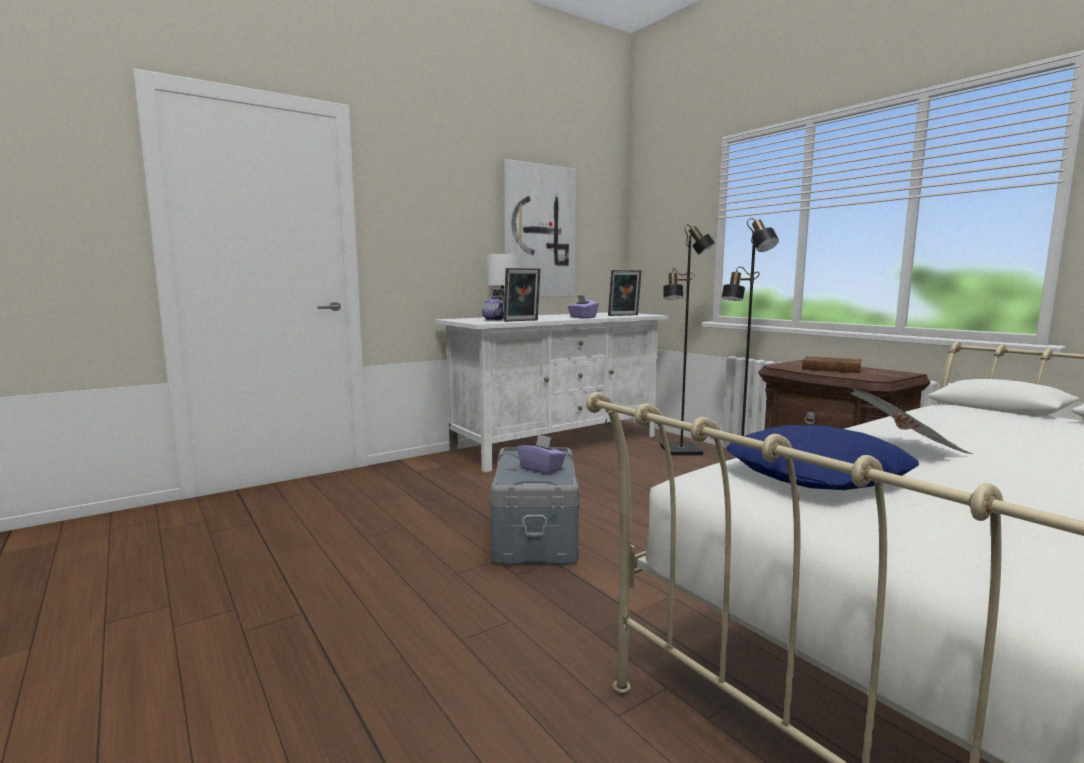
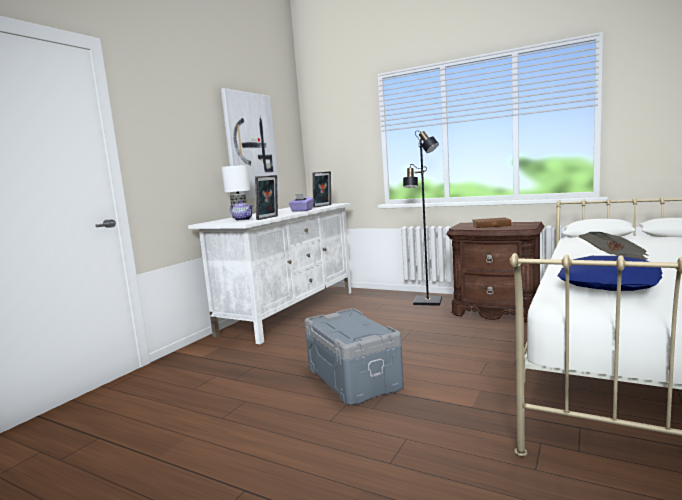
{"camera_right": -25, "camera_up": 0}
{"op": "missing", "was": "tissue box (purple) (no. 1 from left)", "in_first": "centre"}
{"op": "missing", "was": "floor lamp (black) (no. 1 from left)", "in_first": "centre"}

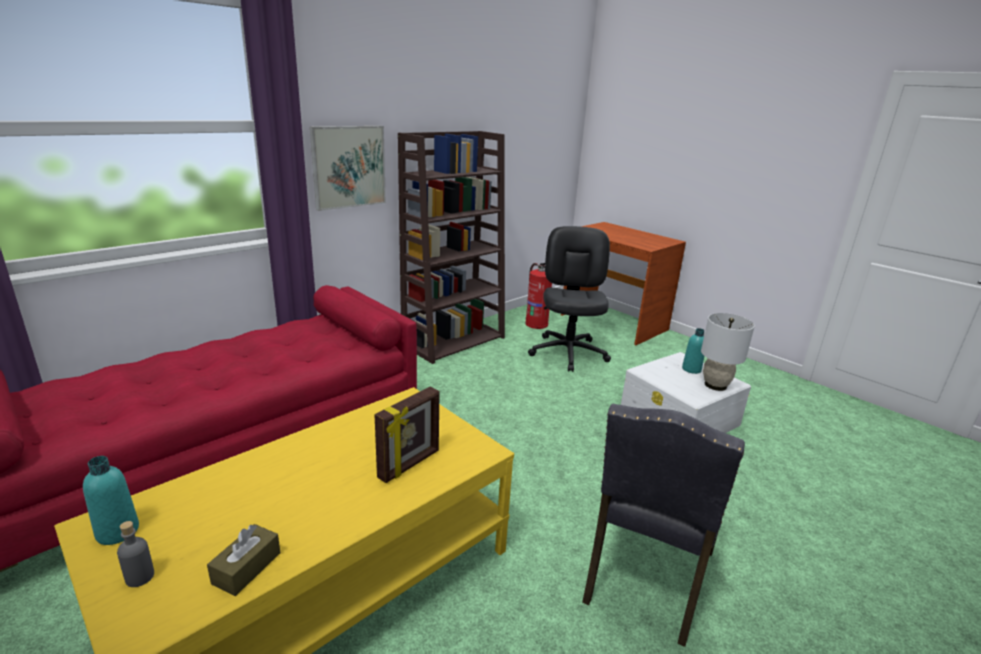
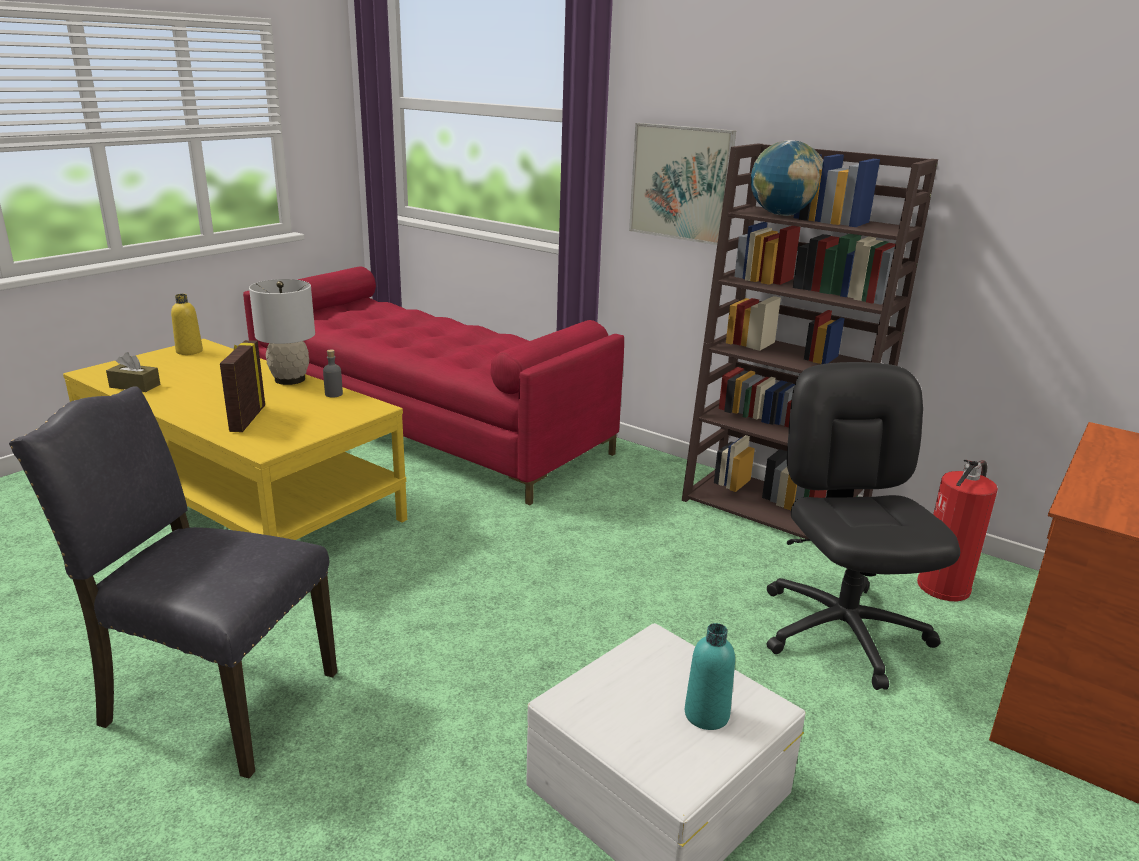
{"camera_right": 80, "camera_up": 0}
{"op": "colour", "was": "bottle (turquoise) (no. 1 from left)", "now": "bottle (yellow)", "in_first": "bottom left", "in_second": "middle left"}
{"op": "spun", "was": "picture frame", "in_first": "centre", "in_second": "middle left", "clockwise": 60}
{"op": "relocated", "was": "table lamp (white)", "in_first": "middle right", "in_second": "middle left"}
{"op": "relocated", "was": "bottle (grey)", "in_first": "bottom left", "in_second": "middle left"}
{"op": "appeared", "now": "globe", "in_second": "top right"}
{"op": "spun", "was": "office chair (black)", "in_first": "centre", "in_second": "middle right", "clockwise": -90}

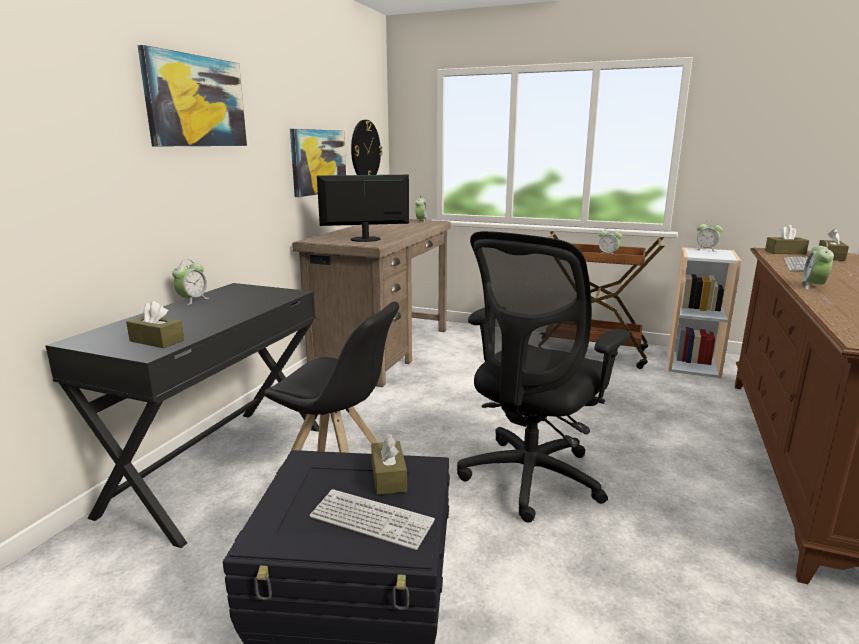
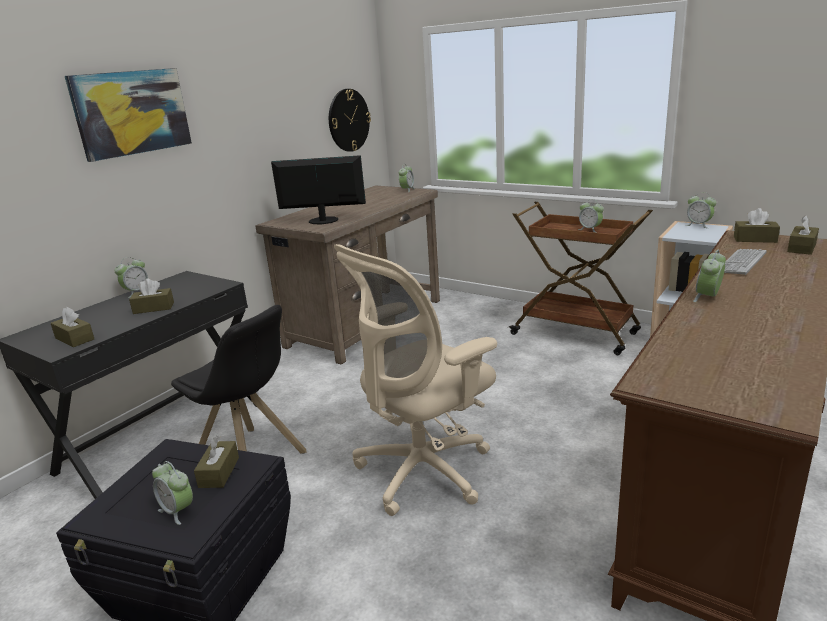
{"camera_right": 15, "camera_up": 5}
{"op": "appeared", "now": "tissue box (brown) (no. 2 from left)", "in_second": "middle left"}
{"op": "exchanged", "was": "keyboard (no. 1 from left)", "now": "alarm clock (no. 2 from left)", "in_first": "bottom centre", "in_second": "bottom left"}
{"op": "colour", "was": "office chair (black)", "now": "office chair (beige)", "in_first": "centre", "in_second": "centre"}
{"op": "missing", "was": "picture (no. 2 from left)", "in_first": "top centre"}

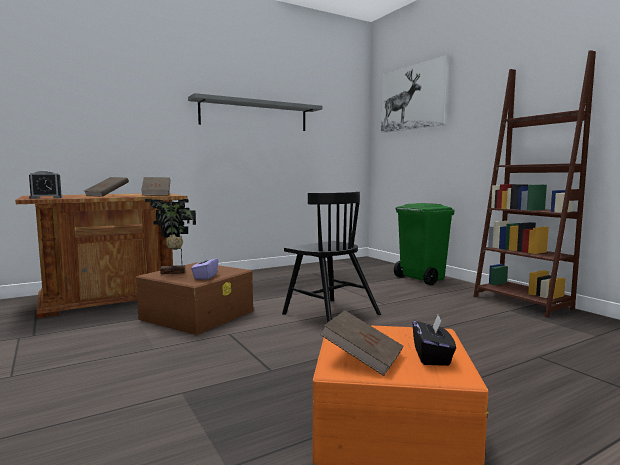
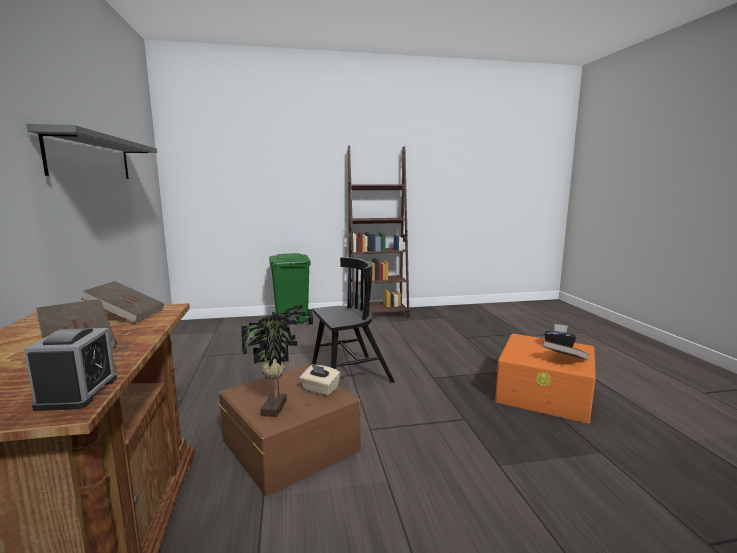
{"camera_right": -70, "camera_up": 5}
{"op": "colour", "was": "tissue box (purple)", "now": "tissue box (beige)", "in_first": "middle left", "in_second": "bottom centre"}
{"op": "missing", "was": "picture", "in_first": "top right"}

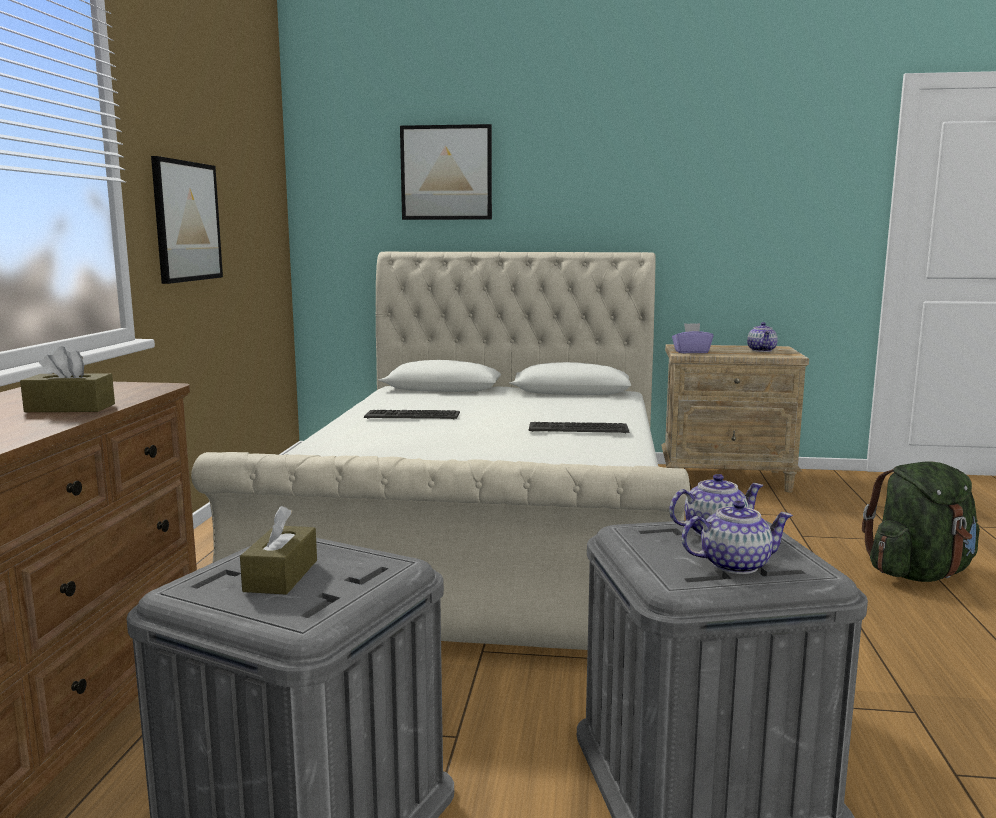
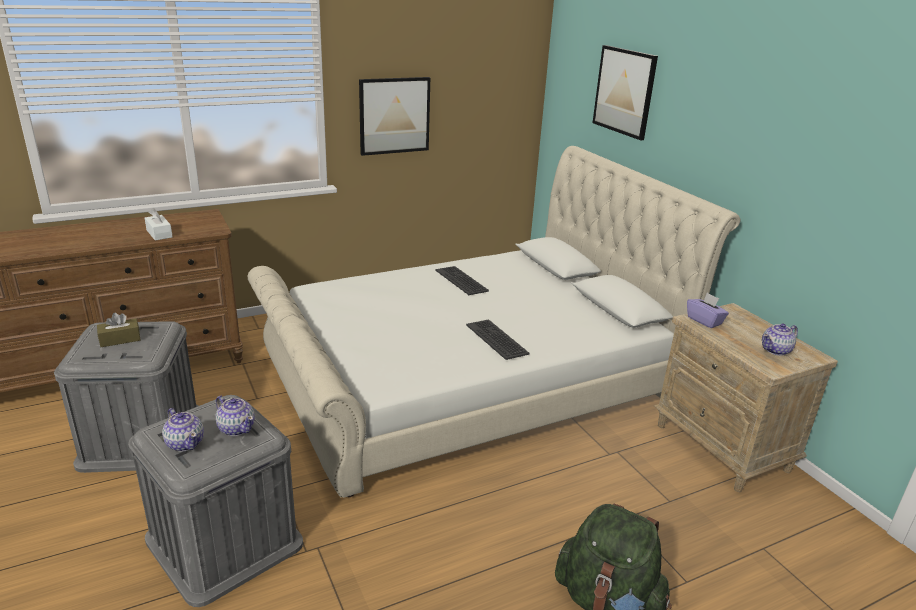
{"camera_right": 55, "camera_up": 15}
{"op": "colour", "was": "tissue box (brown) (no. 1 from left)", "now": "tissue box (white)", "in_first": "middle left", "in_second": "middle left"}

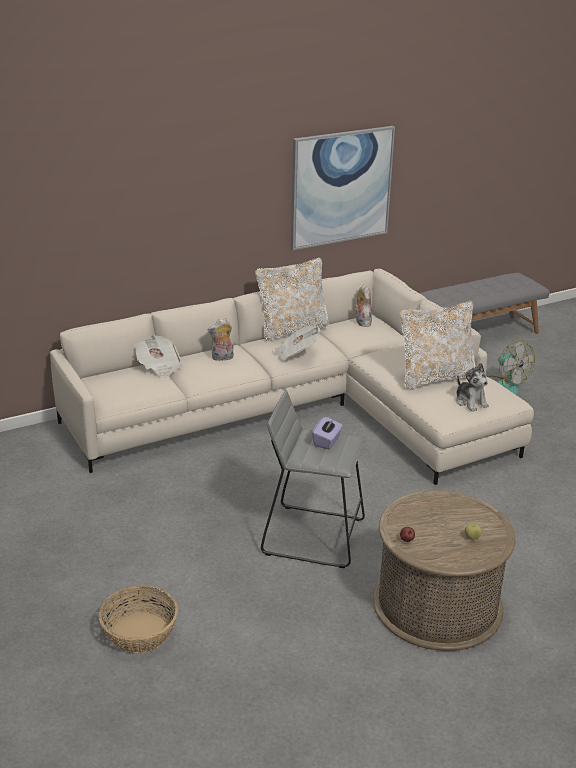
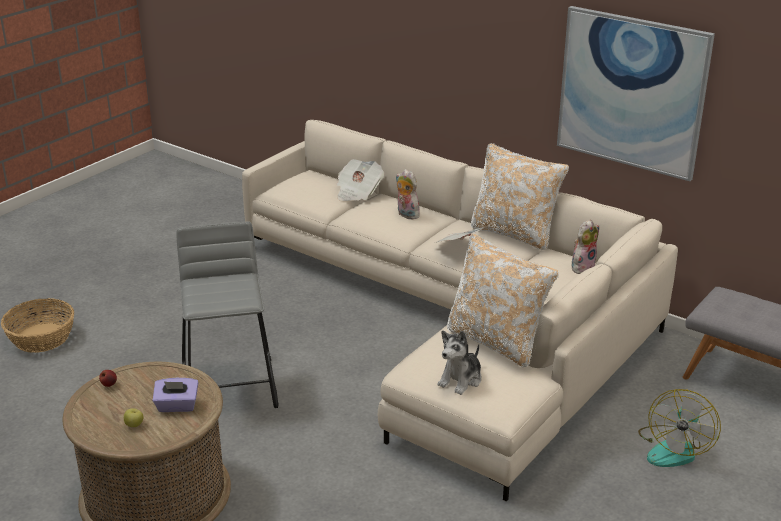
{"camera_right": 65, "camera_up": 0}
{"op": "relocated", "was": "tissue box (purple)", "in_first": "centre", "in_second": "bottom left"}

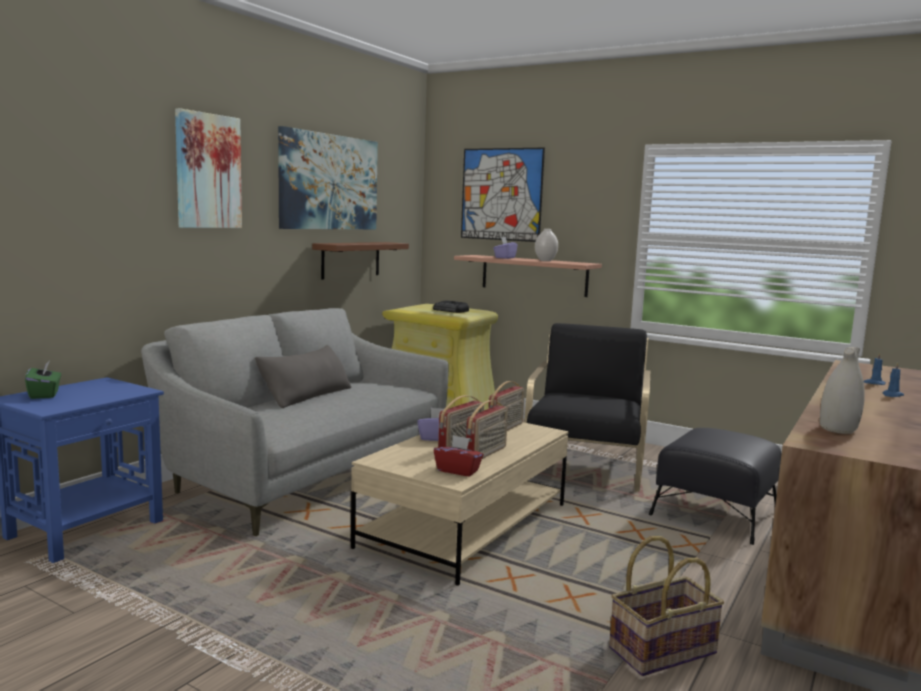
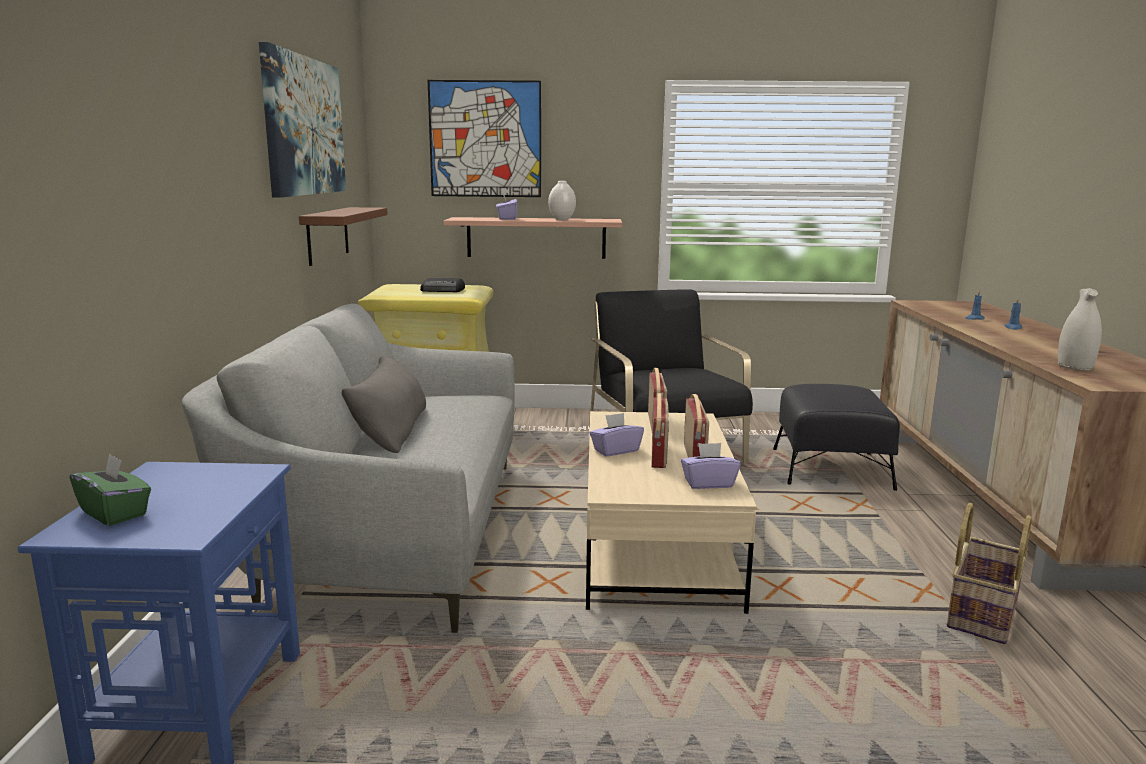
{"camera_right": -30, "camera_up": 5}
{"op": "colour", "was": "tissue box (red)", "now": "tissue box (purple) (no. 3 from left)", "in_first": "centre", "in_second": "centre"}
{"op": "missing", "was": "picture (no. 1 from left)", "in_first": "top left"}

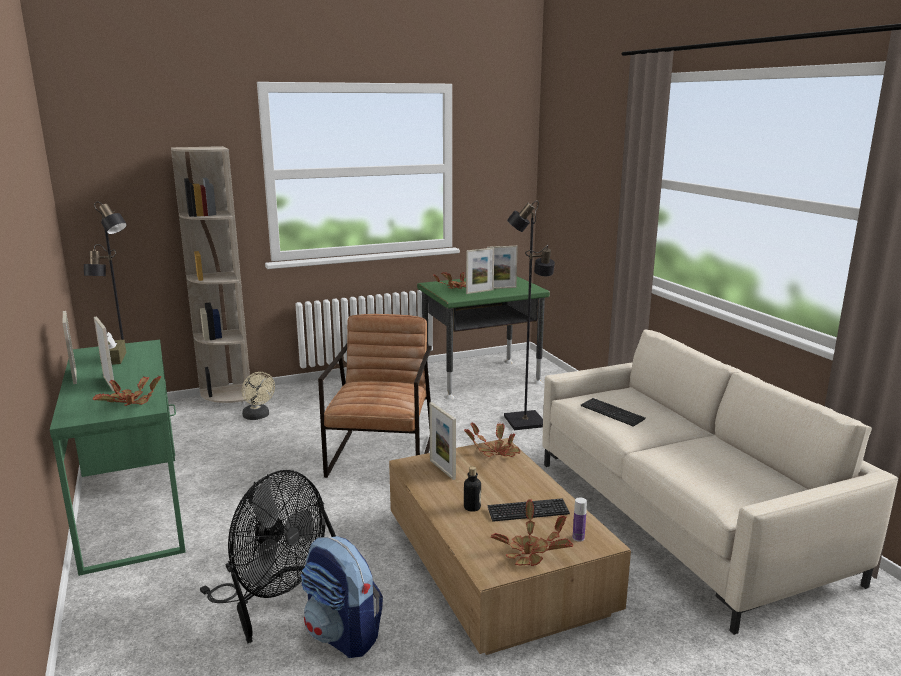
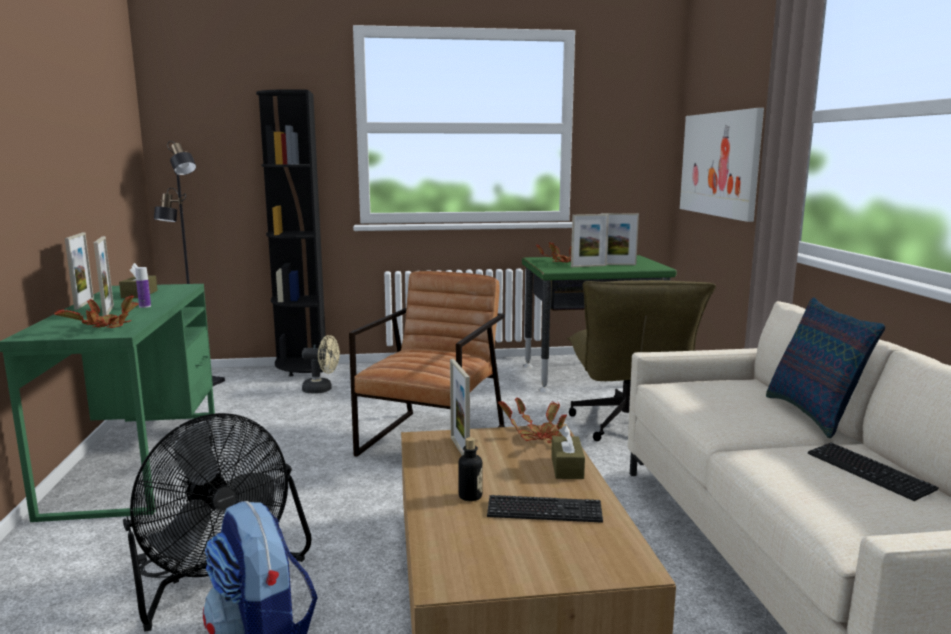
{"camera_right": 15, "camera_up": -5}
{"op": "relocated", "was": "bottle (no. 2 from left in the first image)", "now": "bottle (no. 1 from left)", "in_first": "bottom centre", "in_second": "middle left"}
{"op": "colour", "was": "bookcase (beige)", "now": "bookcase (black)", "in_first": "middle left", "in_second": "middle left"}
{"op": "spun", "was": "fan (beige)", "in_first": "middle left", "in_second": "centre", "clockwise": -60}
{"op": "appeared", "now": "tissue box (brown) (no. 2 from left)", "in_second": "bottom centre"}
{"op": "exchanged", "was": "floor lamp (black) (no. 2 from left)", "now": "office chair (beige)", "in_first": "centre", "in_second": "middle right"}
{"op": "appeared", "now": "picture", "in_second": "top right"}
{"op": "appeared", "now": "pillow (blue)", "in_second": "middle right"}
{"op": "relocated", "was": "keyboard (no. 2 from left)", "in_first": "middle right", "in_second": "bottom right"}
{"op": "missing", "was": "potted plant (no. 4 from left)", "in_first": "bottom centre"}

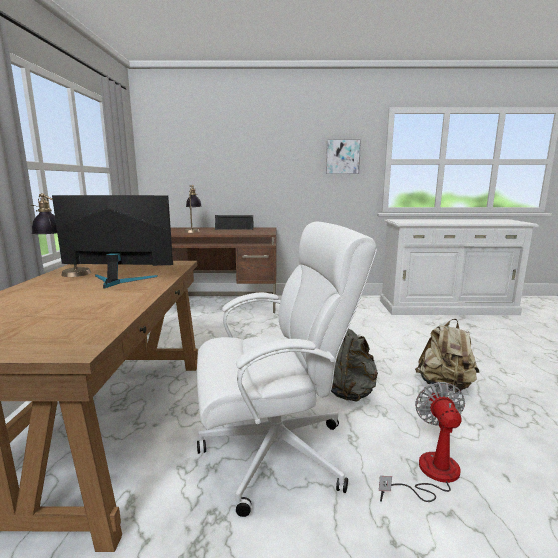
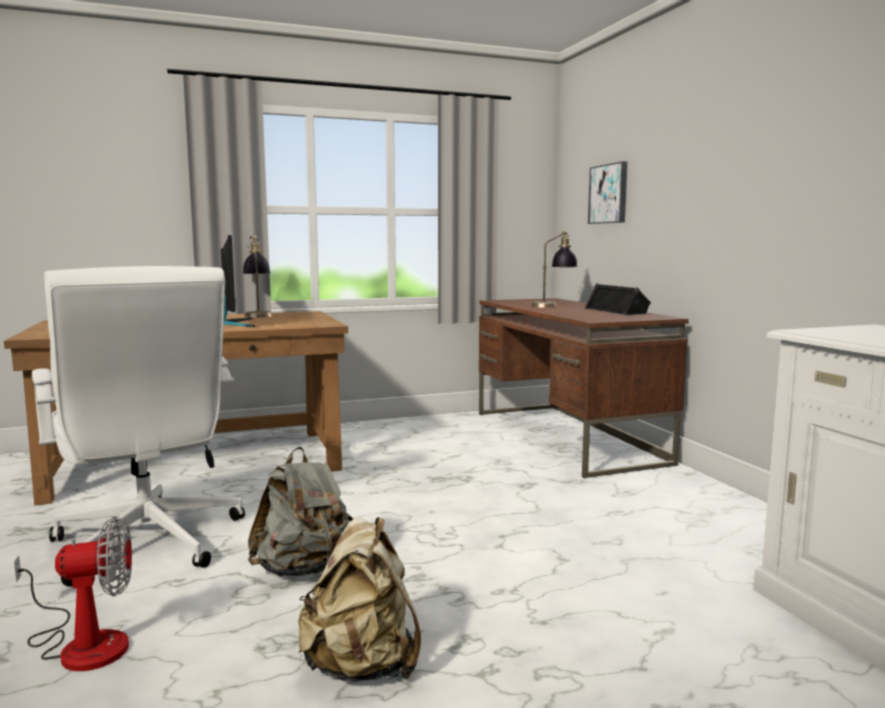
{"camera_right": 70, "camera_up": -5}
{"op": "relocated", "was": "picture", "in_first": "top centre", "in_second": "top right"}

